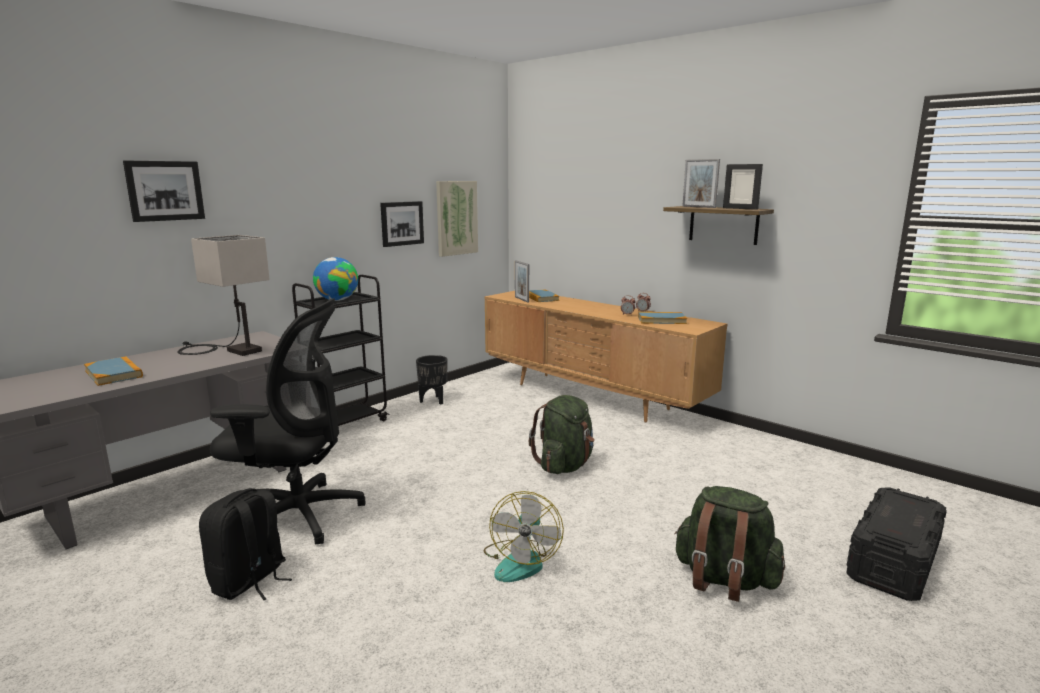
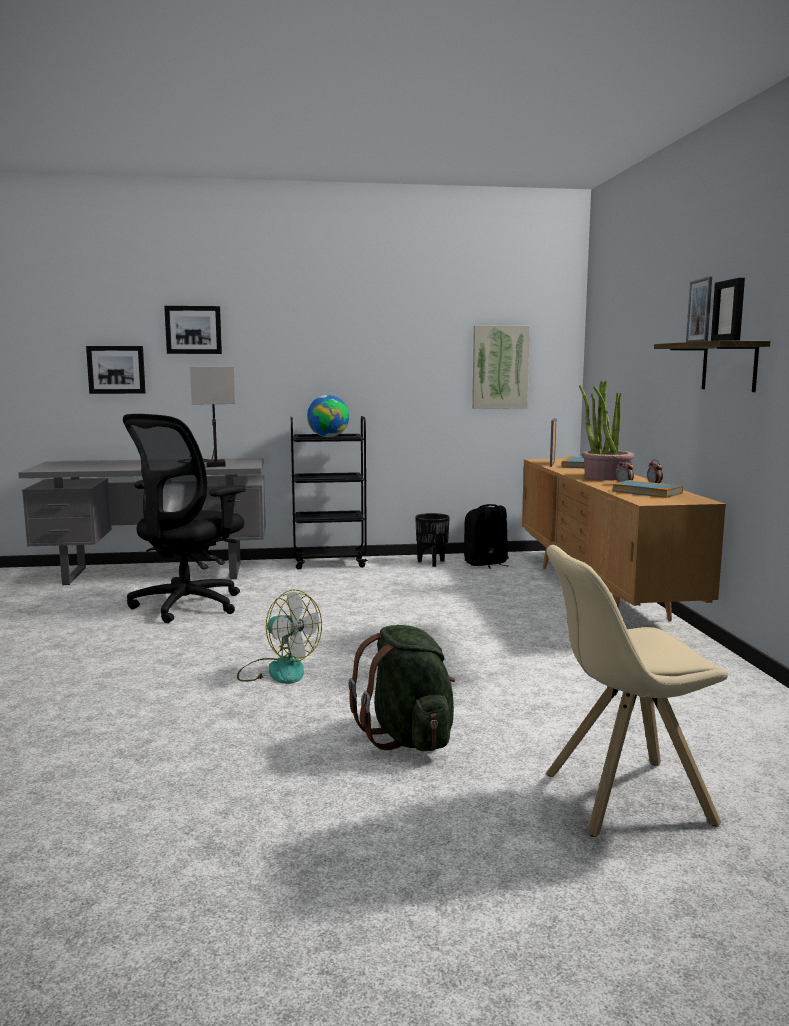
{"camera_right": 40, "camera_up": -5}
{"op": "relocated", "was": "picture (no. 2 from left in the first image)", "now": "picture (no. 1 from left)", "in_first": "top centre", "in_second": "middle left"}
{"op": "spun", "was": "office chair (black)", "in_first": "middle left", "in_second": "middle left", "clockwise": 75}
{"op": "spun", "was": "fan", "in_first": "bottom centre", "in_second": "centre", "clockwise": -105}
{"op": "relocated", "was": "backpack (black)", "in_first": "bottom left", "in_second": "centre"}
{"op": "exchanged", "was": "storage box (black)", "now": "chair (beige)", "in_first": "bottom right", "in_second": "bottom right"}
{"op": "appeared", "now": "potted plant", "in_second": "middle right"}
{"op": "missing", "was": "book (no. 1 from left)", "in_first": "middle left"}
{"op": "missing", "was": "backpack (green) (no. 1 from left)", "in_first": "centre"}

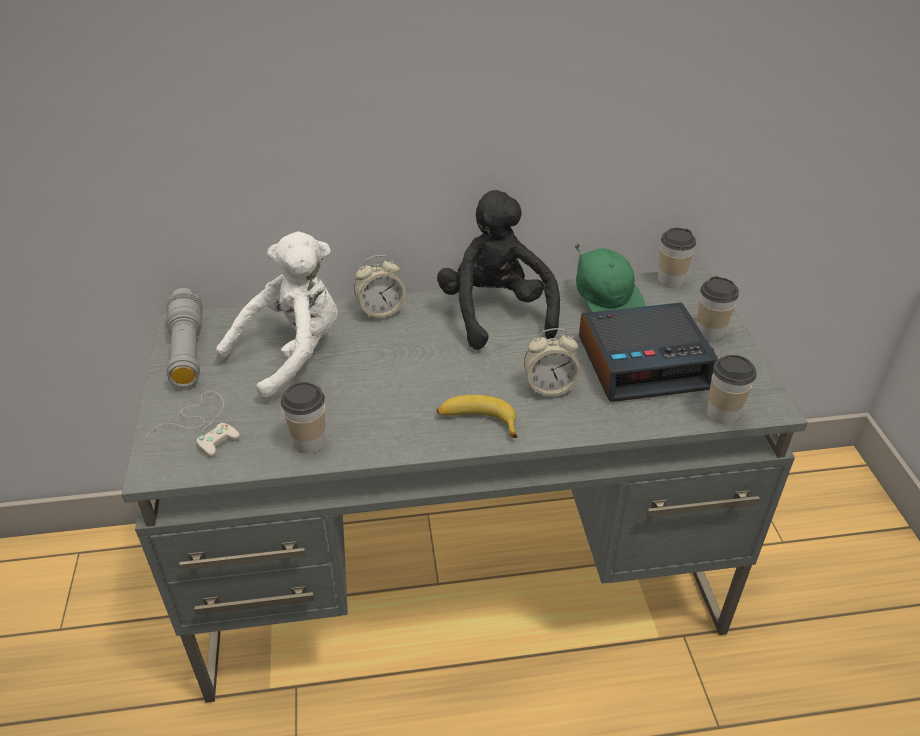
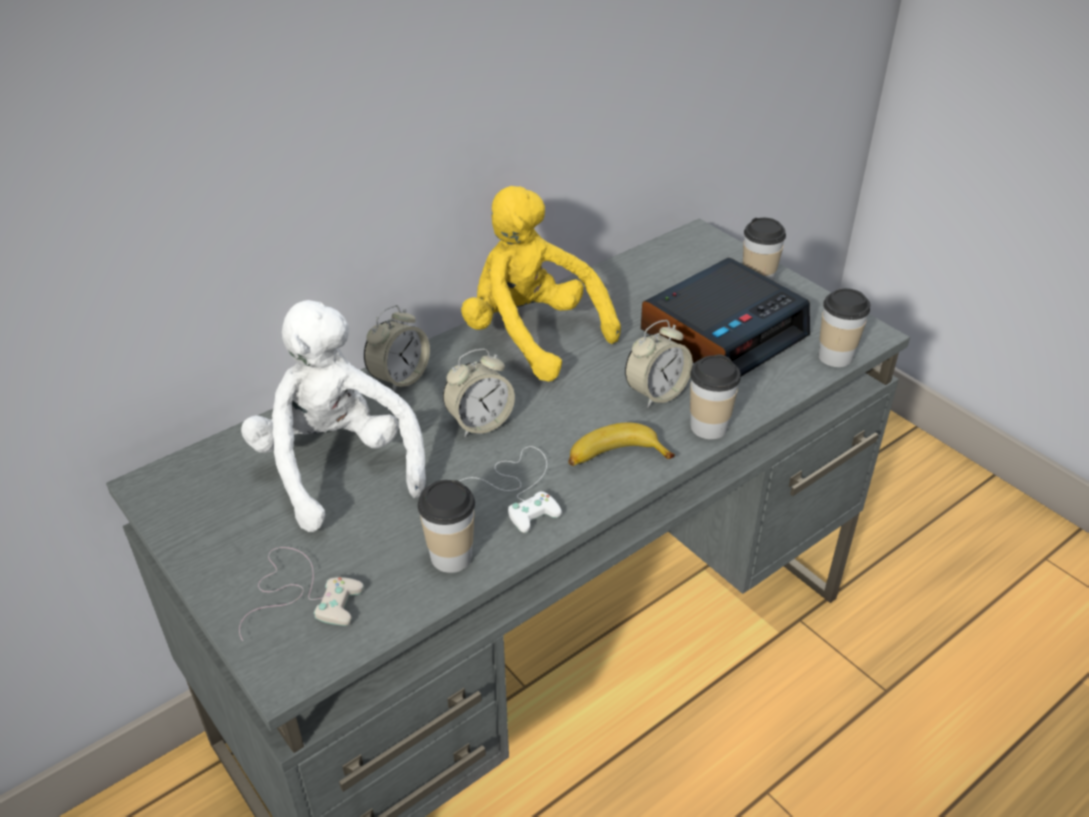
{"camera_right": -30, "camera_up": 0}
{"op": "spun", "was": "plush toy (white)", "in_first": "middle left", "in_second": "middle left", "clockwise": -45}
{"op": "appeared", "now": "alarm clock (no. 2 from left)", "in_second": "centre"}
{"op": "appeared", "now": "game controller (white) (no. 2 from left)", "in_second": "centre"}
{"op": "colour", "was": "plush toy (black)", "now": "plush toy (yellow)", "in_first": "centre", "in_second": "centre"}
{"op": "relocated", "was": "cup (no. 2 from left)", "in_first": "middle right", "in_second": "centre"}
{"op": "missing", "was": "flashlight (grey)", "in_first": "middle left"}
{"op": "missing", "was": "cap (green)", "in_first": "centre"}

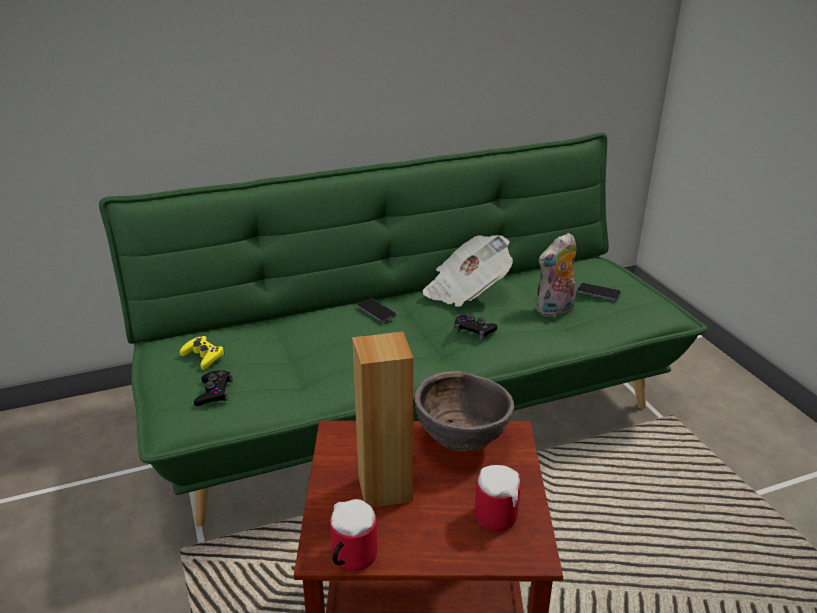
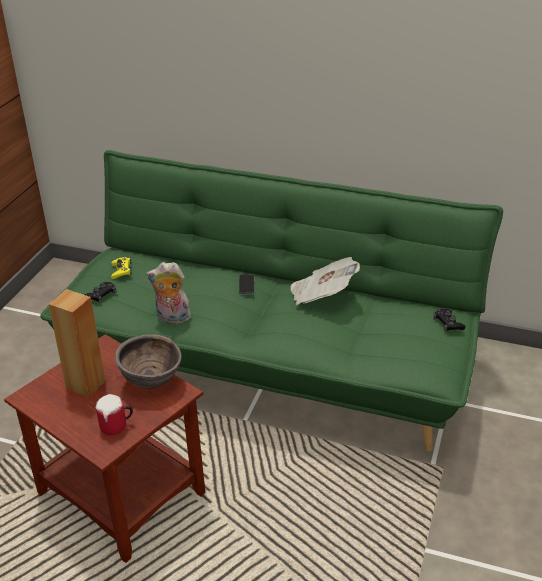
{"camera_right": 40, "camera_up": 5}
{"op": "relocated", "was": "plush toy", "in_first": "middle right", "in_second": "middle left"}
{"op": "relocated", "was": "game controller (black) (no. 2 from left)", "in_first": "centre", "in_second": "middle right"}
{"op": "missing", "was": "mug (no. 1 from left)", "in_first": "bottom centre"}
{"op": "missing", "was": "phone (no. 2 from left)", "in_first": "middle right"}

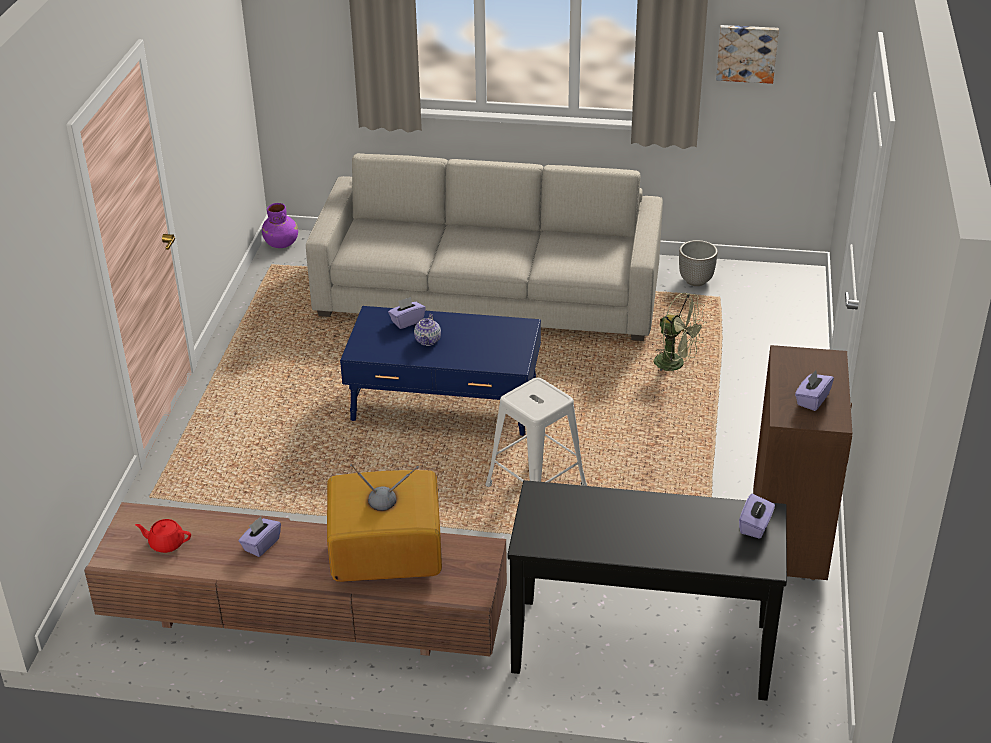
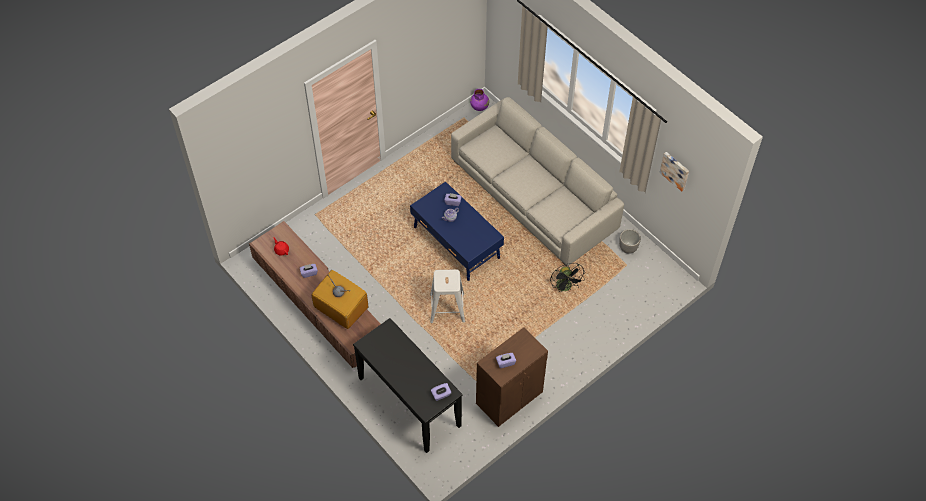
{"camera_right": 40, "camera_up": 20}
{"op": "colour", "was": "fan (green)", "now": "fan (black)", "in_first": "middle right", "in_second": "centre"}

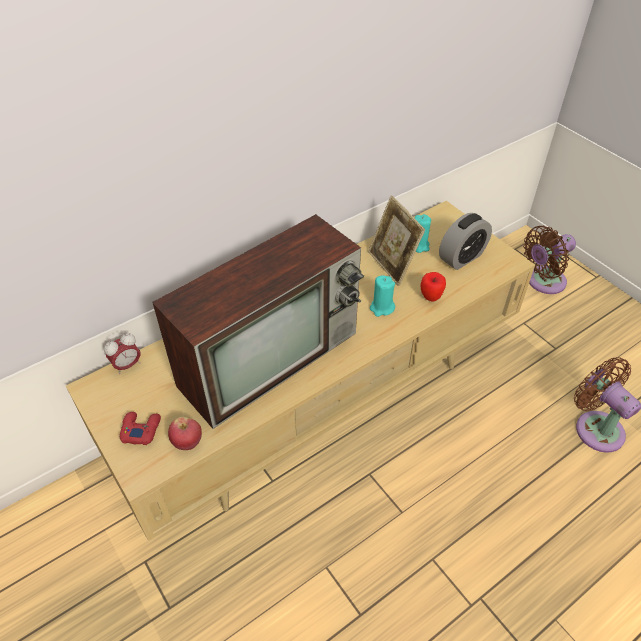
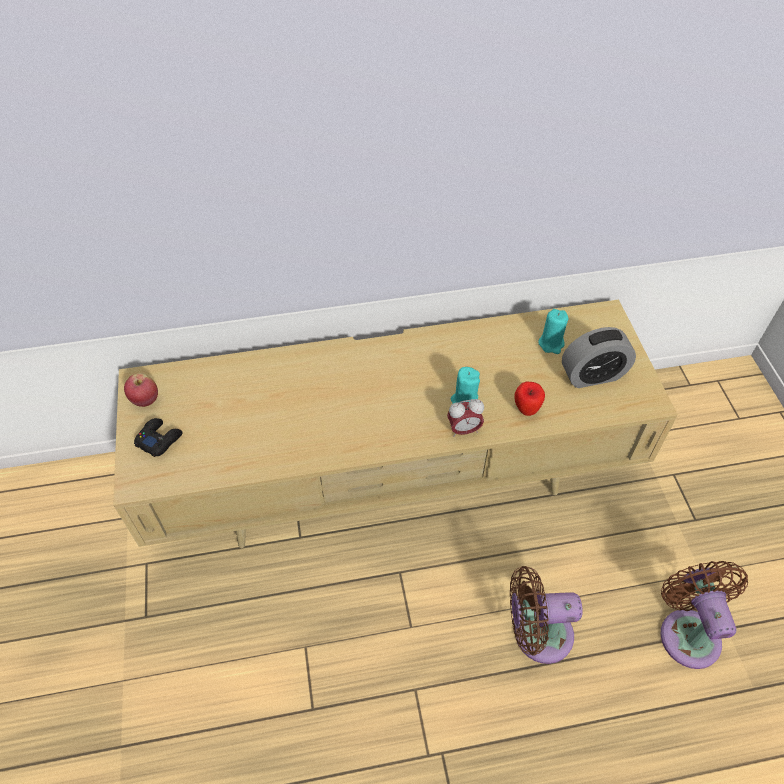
{"camera_right": 25, "camera_up": 5}
{"op": "relocated", "was": "apple (no. 1 from left)", "in_first": "bottom left", "in_second": "middle left"}
{"op": "colour", "was": "game controller (red)", "now": "game controller (black)", "in_first": "bottom left", "in_second": "middle left"}
{"op": "relocated", "was": "alarm clock (no. 1 from left)", "in_first": "middle left", "in_second": "centre"}
{"op": "relocated", "was": "fan (brown) (no. 1 from left)", "in_first": "middle right", "in_second": "bottom right"}
{"op": "missing", "was": "television", "in_first": "centre"}
{"op": "missing", "was": "picture frame", "in_first": "centre"}

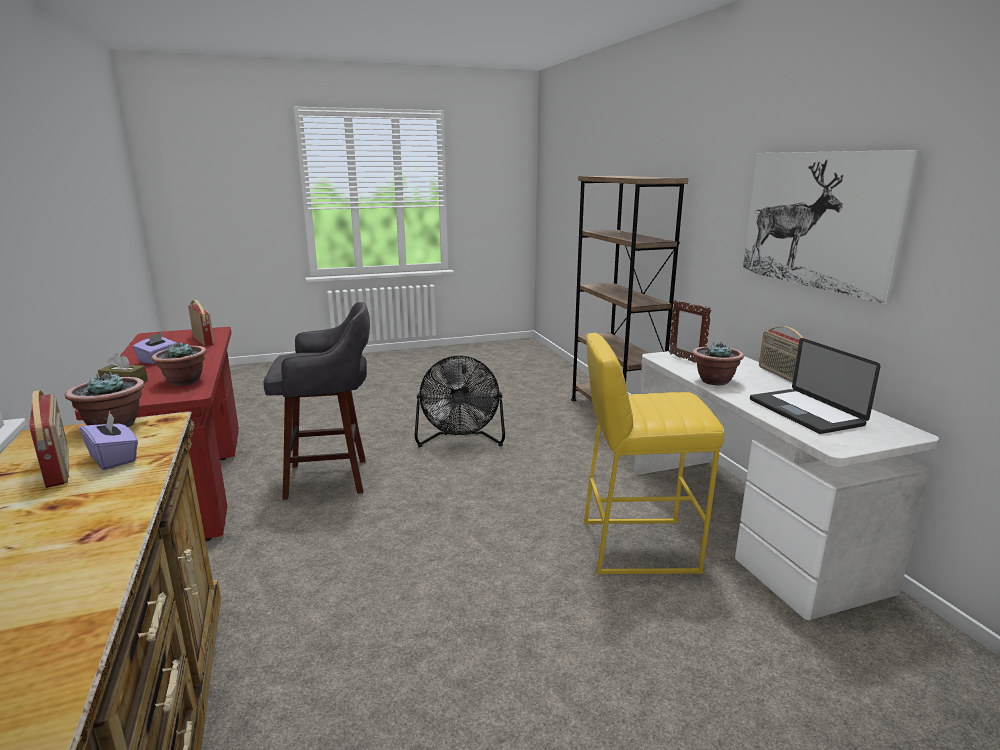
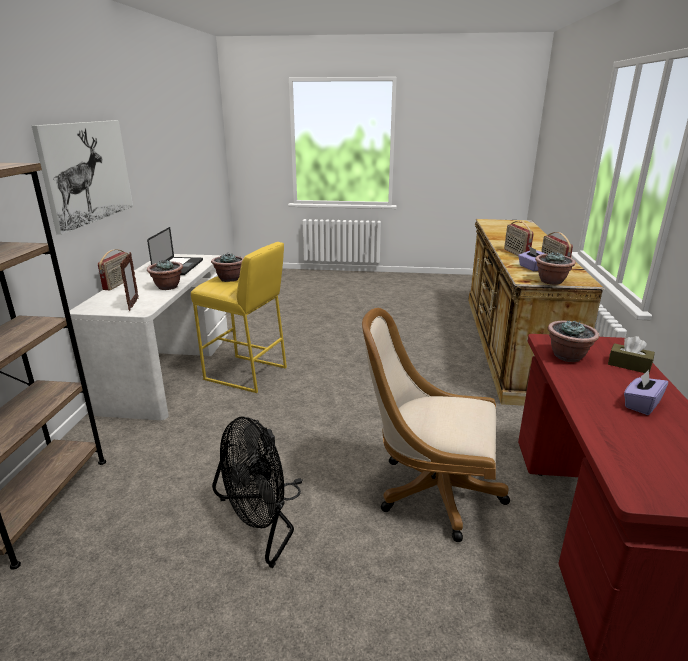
{"camera_right": -155, "camera_up": 5}
{"op": "appeared", "now": "potted plant (no. 2 from left)", "in_second": "middle left"}
{"op": "spun", "was": "fan (black)", "in_first": "centre", "in_second": "bottom centre", "clockwise": -150}
{"op": "exchanged", "was": "stool (grey)", "now": "office chair", "in_first": "middle left", "in_second": "centre"}
{"op": "relocated", "was": "radio (no. 2 from left)", "in_first": "middle left", "in_second": "middle right"}

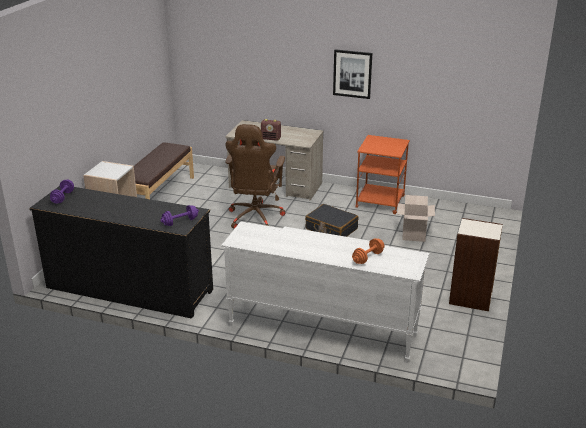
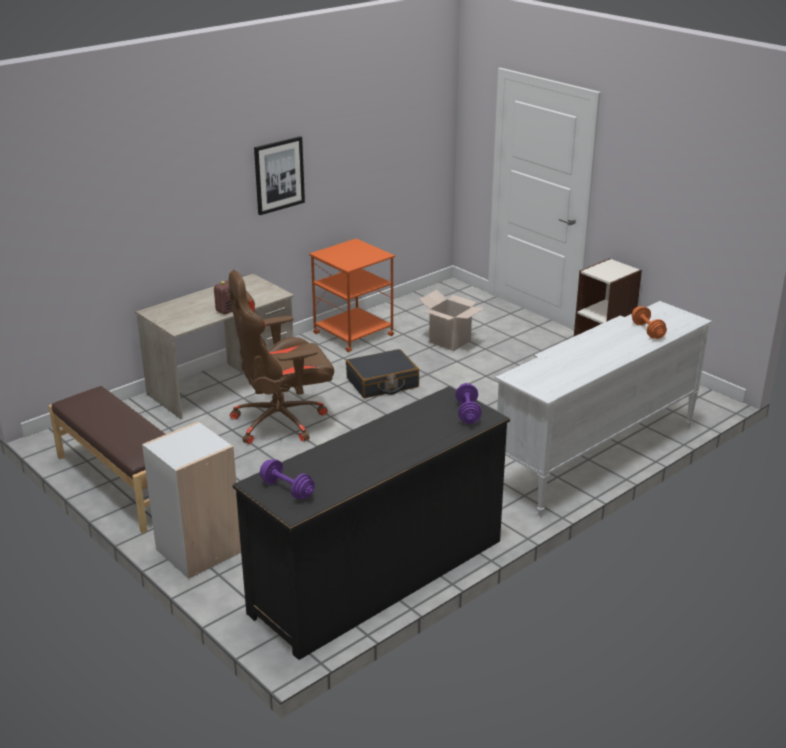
{"camera_right": -60, "camera_up": 0}
{"op": "spun", "was": "office chair (brown)", "in_first": "centre", "in_second": "centre", "clockwise": 120}

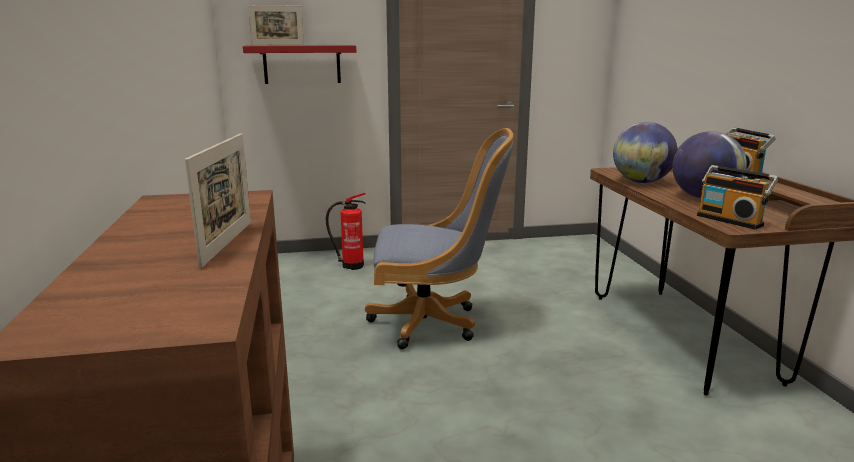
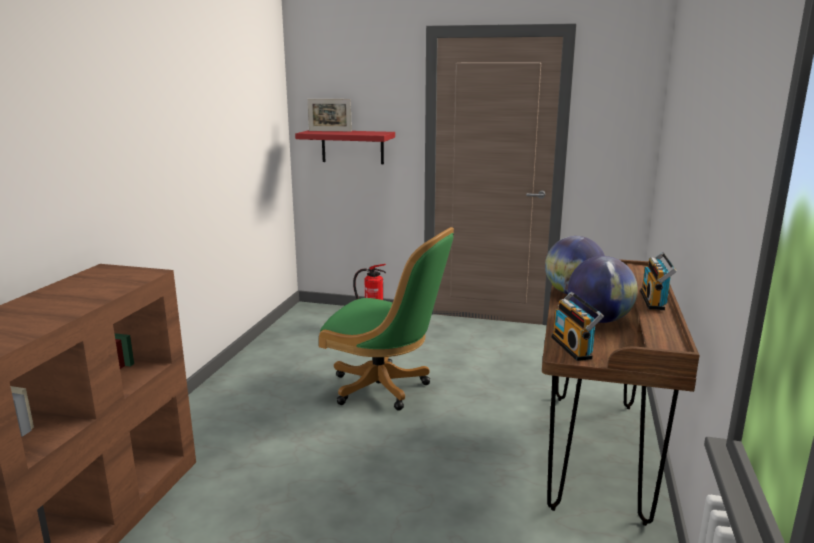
{"camera_right": 25, "camera_up": 0}
{"op": "colour", "was": "office chair (blue)", "now": "office chair (green)", "in_first": "centre", "in_second": "centre"}
{"op": "missing", "was": "picture frame (no. 1 from left)", "in_first": "middle left"}

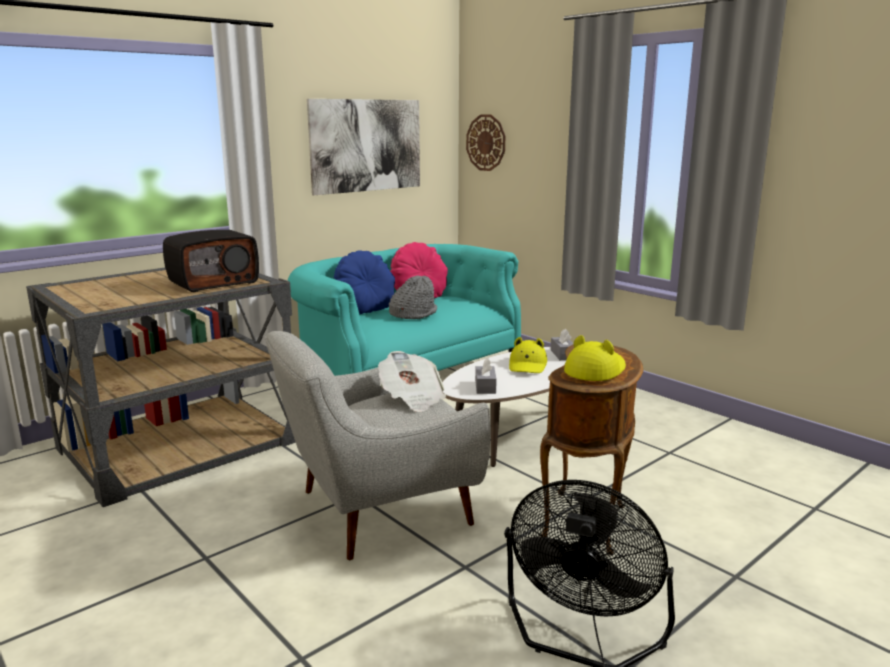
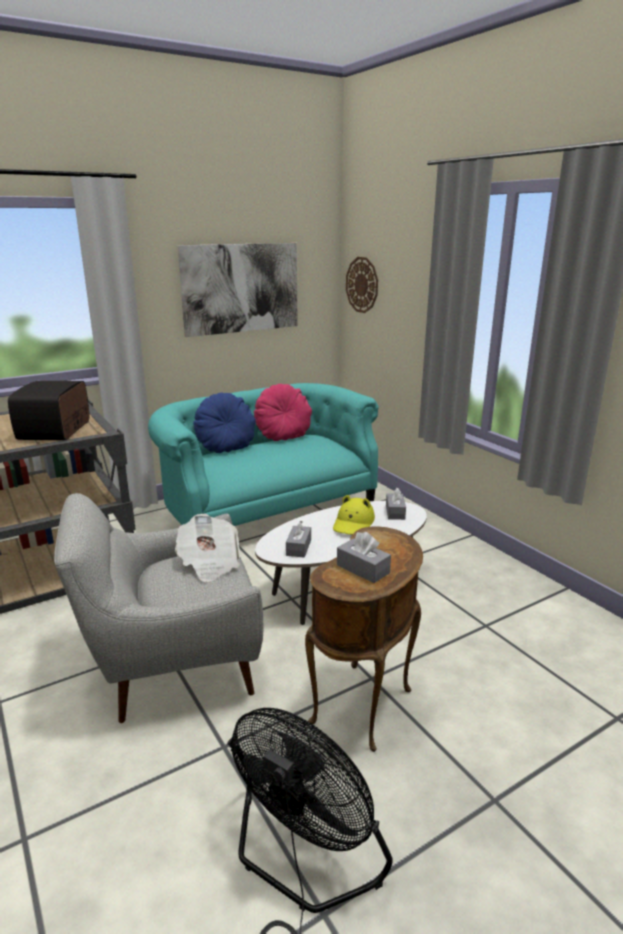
{"camera_right": 10, "camera_up": 5}
{"op": "spun", "was": "radio", "in_first": "middle left", "in_second": "middle left", "clockwise": 120}
{"op": "exchanged", "was": "hat (yellow) (no. 2 from left)", "now": "tissue box (grey) (no. 2 from left)", "in_first": "middle right", "in_second": "centre"}
{"op": "missing", "was": "hat (grey)", "in_first": "centre"}

